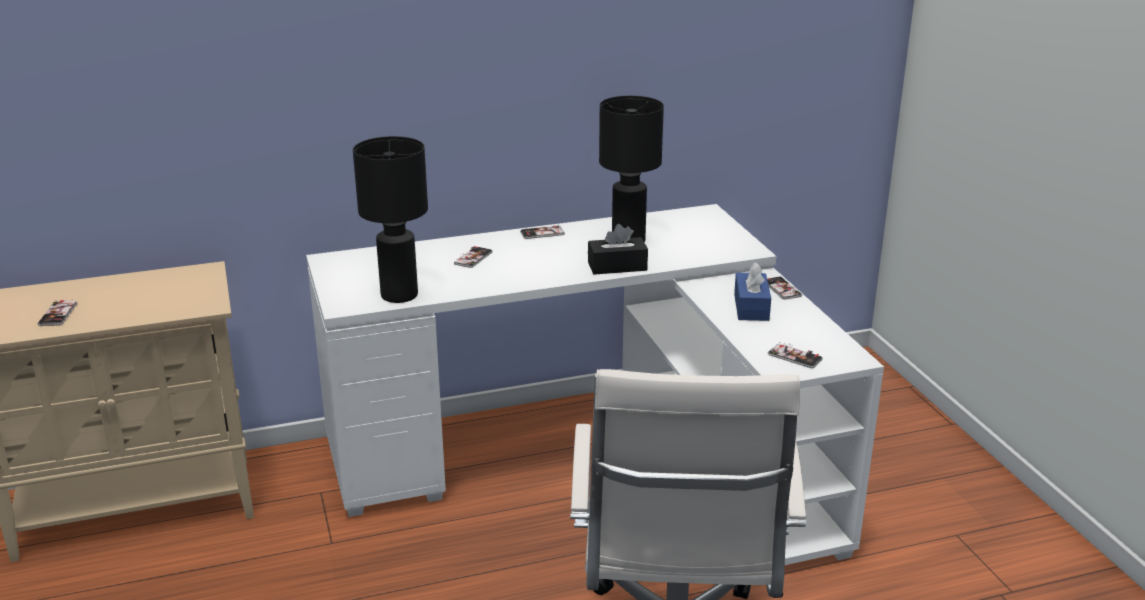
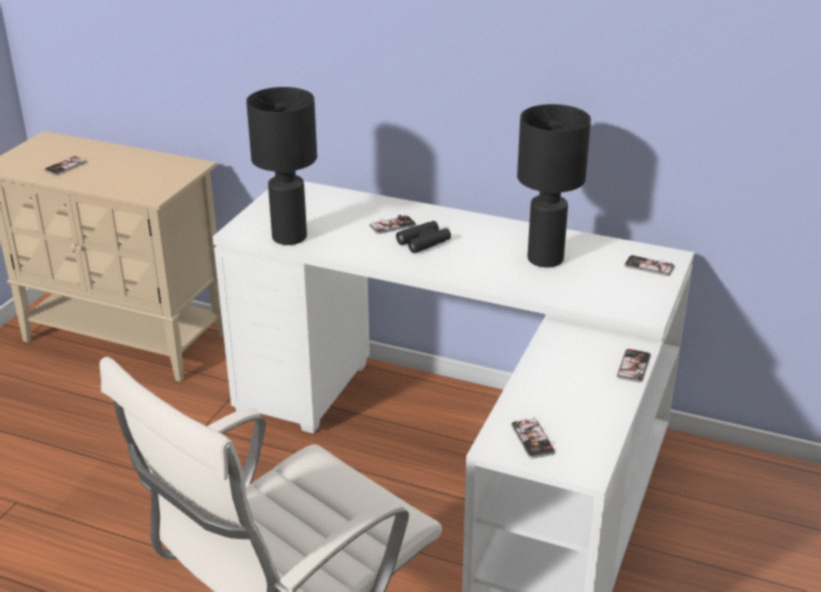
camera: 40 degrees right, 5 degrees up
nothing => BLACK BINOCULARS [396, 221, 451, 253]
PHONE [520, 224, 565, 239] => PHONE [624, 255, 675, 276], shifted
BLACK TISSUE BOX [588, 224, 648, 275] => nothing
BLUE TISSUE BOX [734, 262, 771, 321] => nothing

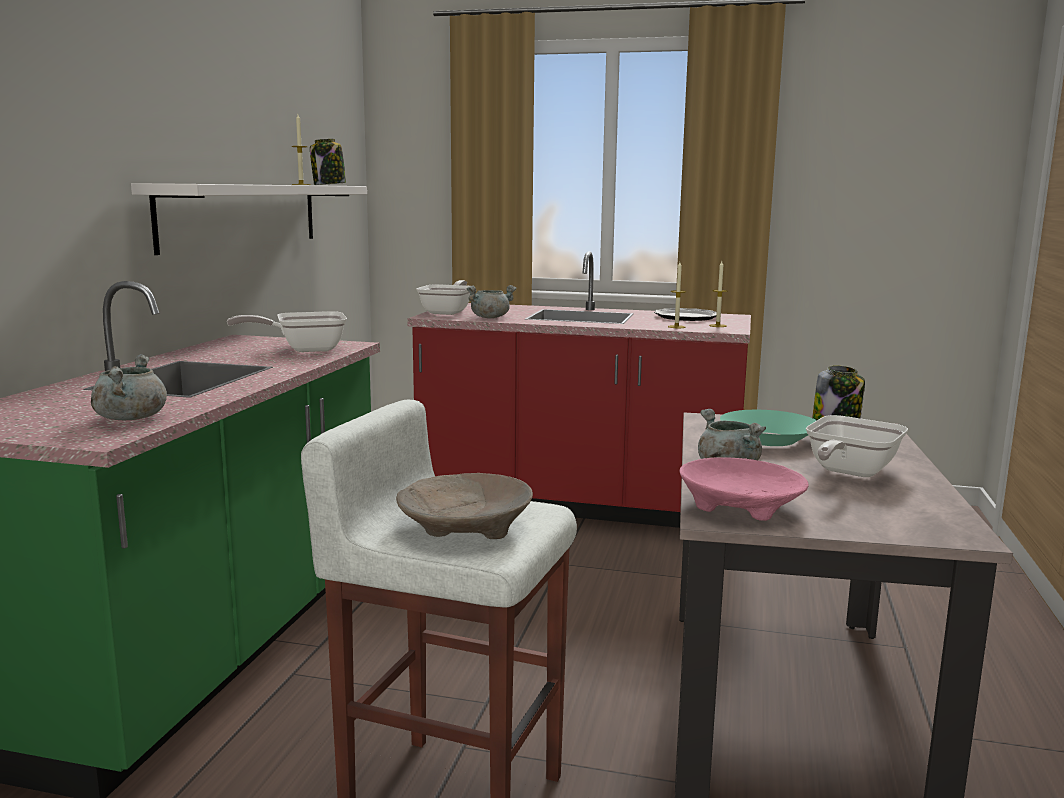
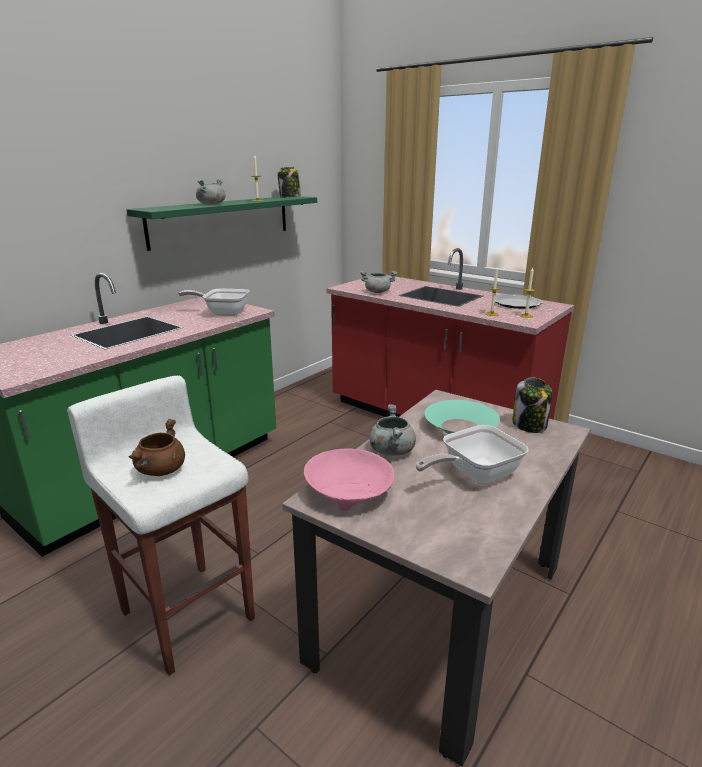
camera: 25 degrees right, 10 degrees up
WHITE SHELF [131, 183, 367, 255] => GREEN SHELF [127, 196, 317, 251]
BEIGE BOWL [396, 473, 533, 539] => BROWN COOKING POT [129, 419, 185, 476]
GREY COOKING POT [91, 354, 167, 420] => GREY COOKING POT [196, 179, 225, 205], shifted
FRYING PAN [416, 280, 470, 315] => nothing

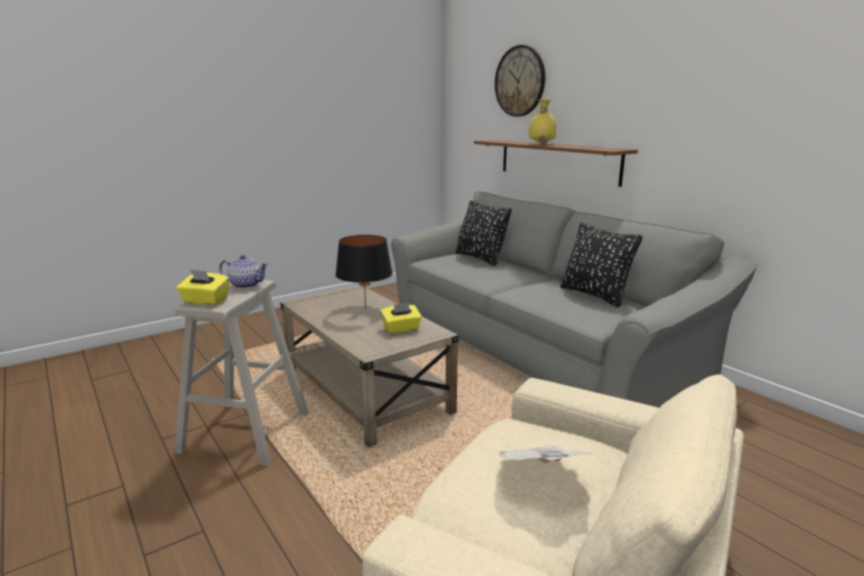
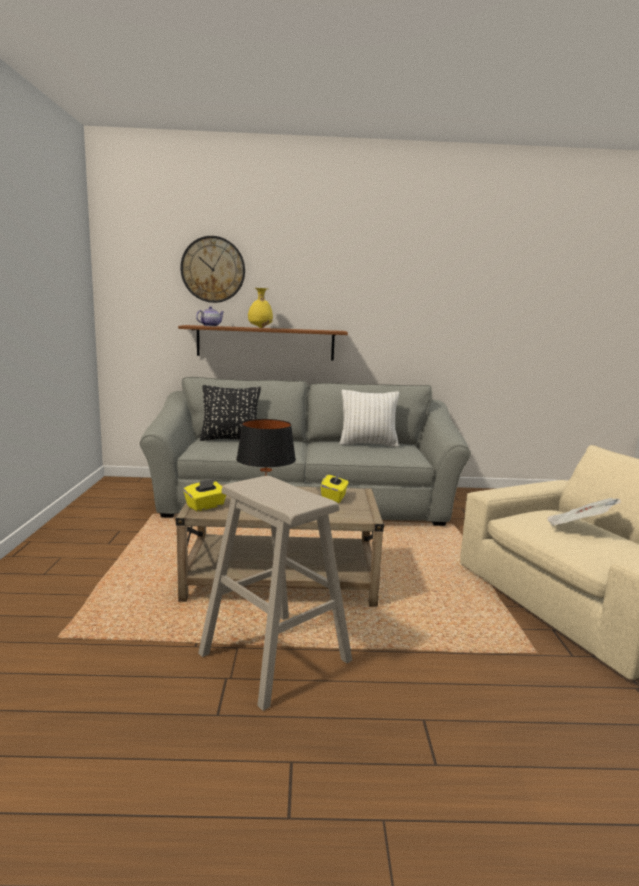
camera: 55 degrees left, 5 degrees down
YELLOW TISSUE BOX [176, 269, 230, 305] => YELLOW TISSUE BOX [183, 478, 226, 511], shifted
TEAPOT [219, 255, 268, 289] => TEAPOT [196, 306, 224, 327], shifted
BLACK PILLOW [560, 223, 643, 308] => WHITE PILLOW [339, 390, 399, 447]

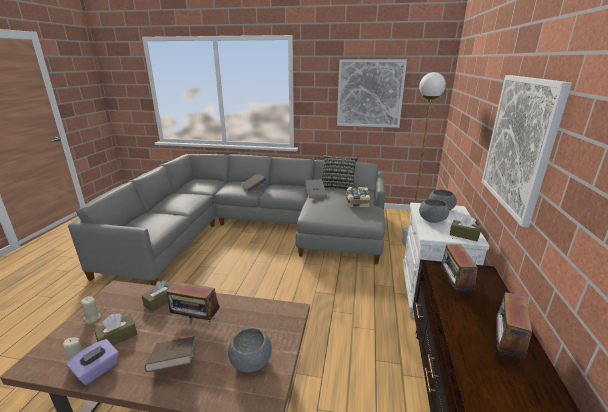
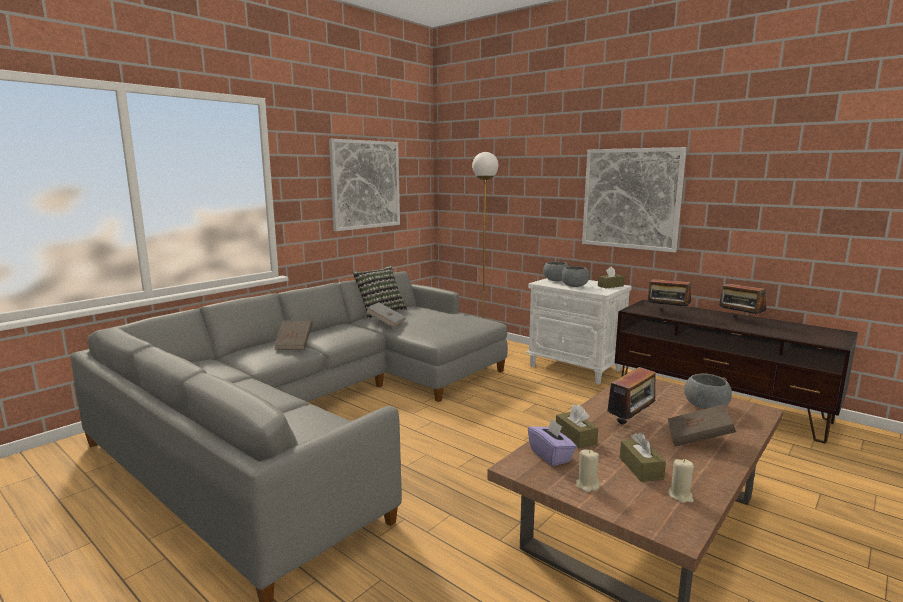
camera: 60 degrees left, 10 degrees down
PURPLE TISSUE BOX [66, 339, 119, 385] => PURPLE TISSUE BOX [528, 418, 577, 466], shifted
BOOK [346, 187, 370, 207] => nothing

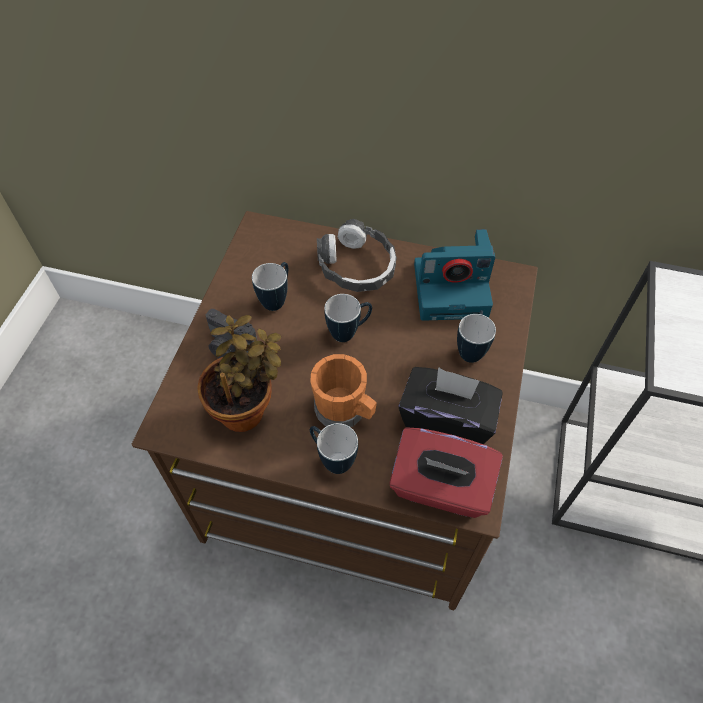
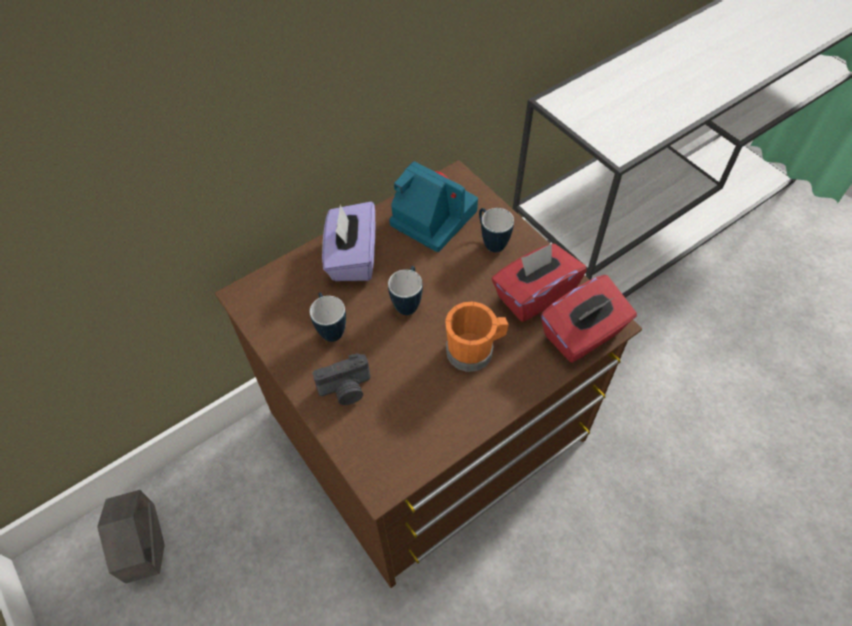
camera: 50 degrees left, 0 degrees up
nothing => GREY PLANTER [97, 490, 165, 584]
HEADPHONES [317, 219, 397, 292] => PURPLE TISSUE BOX [322, 201, 375, 281]
PHOTO CAMERA [414, 229, 495, 321] => PHOTO CAMERA [389, 161, 478, 252], 90 degrees counterclockwise
BLACK TISSUE BOX [398, 367, 503, 444] => RED TISSUE BOX [492, 243, 587, 322]
POTTED PLANT [197, 315, 281, 432] => nothing
MUG [310, 423, 358, 474] => nothing

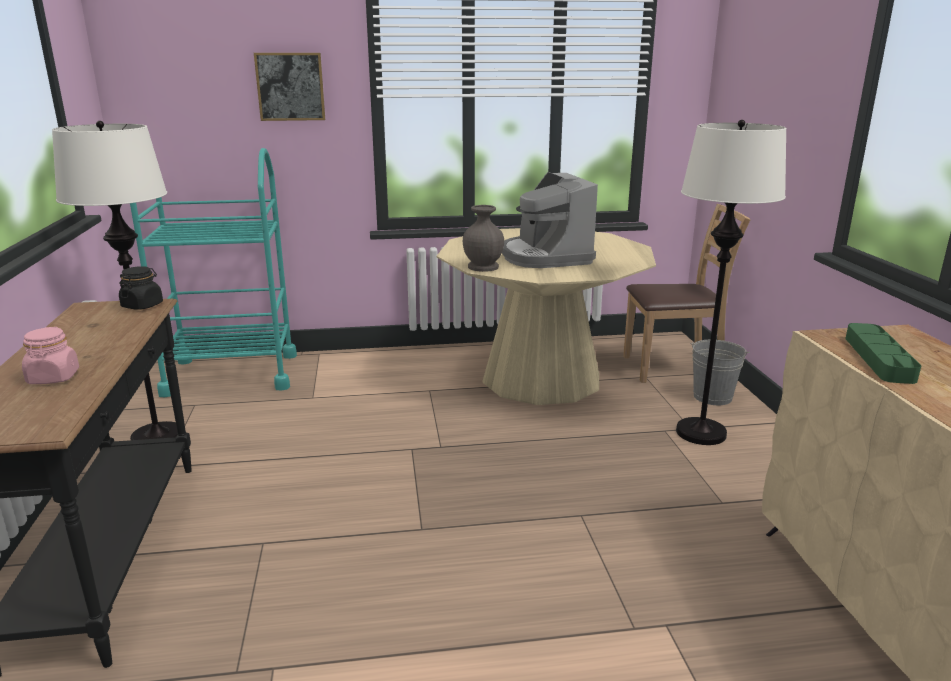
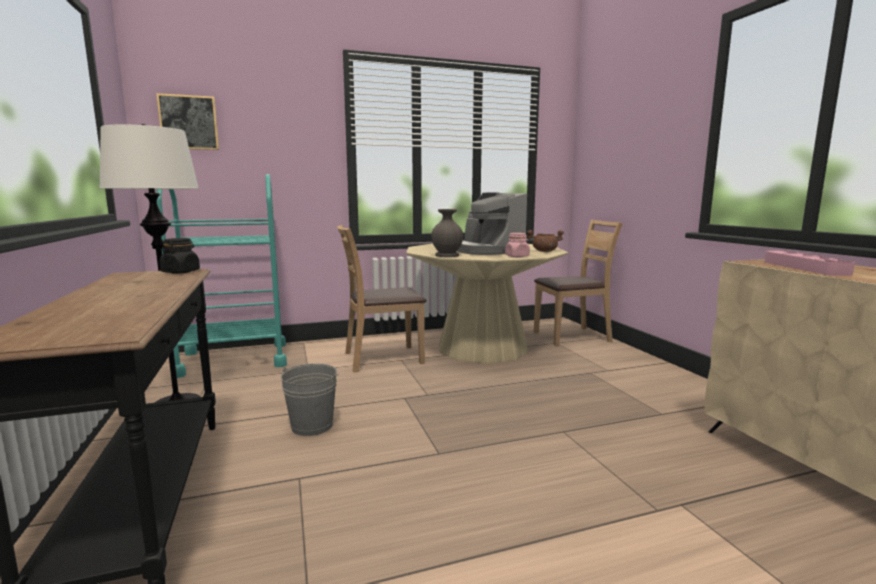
camera: 10 degrees left, 10 degrees down
PICTURE [254, 53, 325, 121] => PICTURE [156, 93, 219, 150], shifted
GREY BUCKET [690, 340, 750, 405] => GREY BUCKET [281, 364, 339, 436], shifted
nothing => BROWN CHAIR [337, 225, 426, 373]
PINK JAR [22, 327, 79, 384] => PINK JAR [505, 233, 530, 257], shifted
nothing => BROWN COOKING POT [527, 230, 564, 252]
GREEN TRAY [845, 323, 921, 384] => PINK TRAY [765, 251, 855, 276]
WHITE FLOOR LAMP [676, 120, 786, 445] => nothing

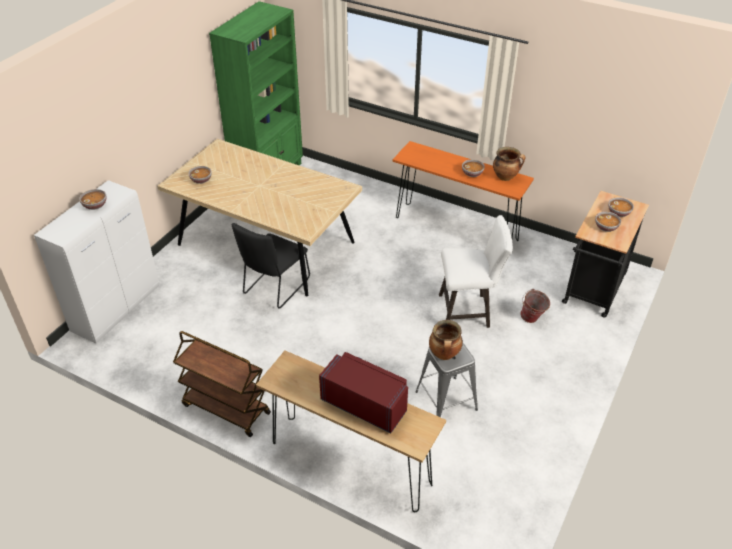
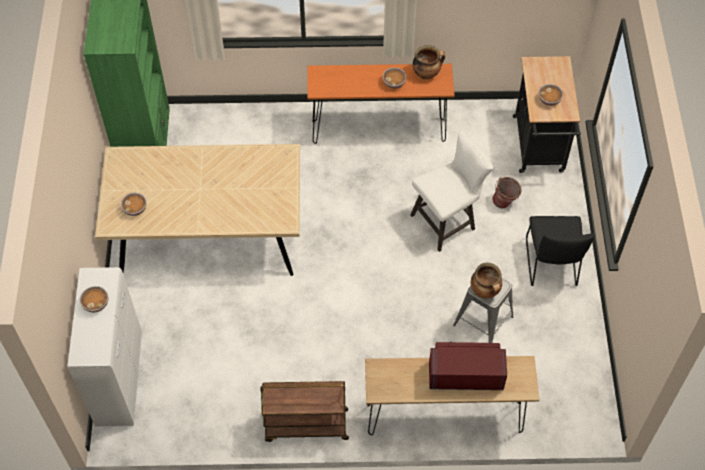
camera: 30 degrees left, 15 degrees up
BLACK CHAIR [232, 223, 310, 308] => BLACK CHAIR [526, 216, 595, 286], shifted
BOWL [608, 197, 634, 217] => nothing

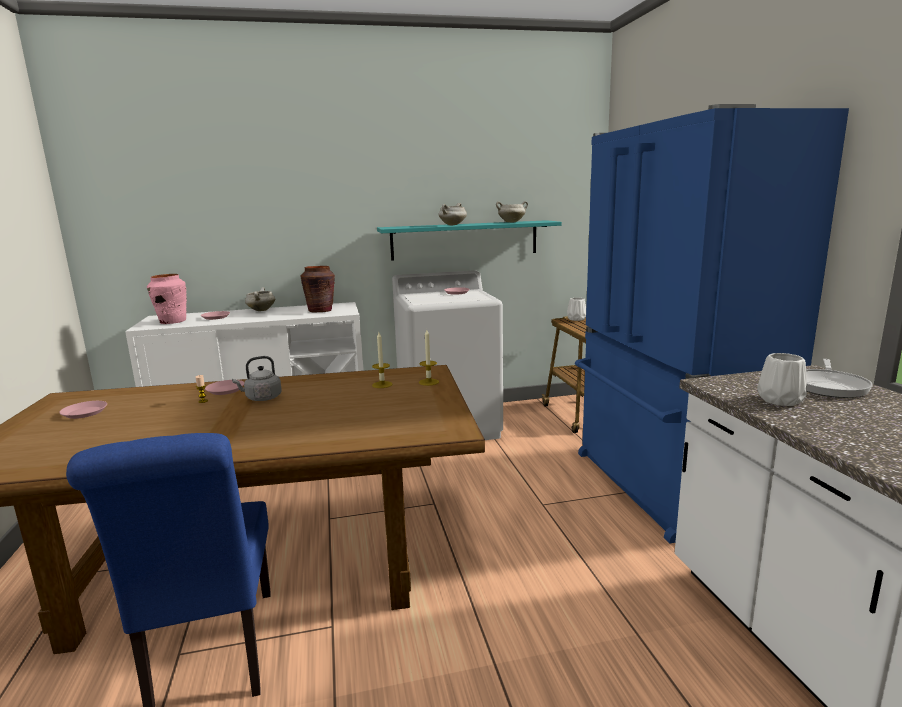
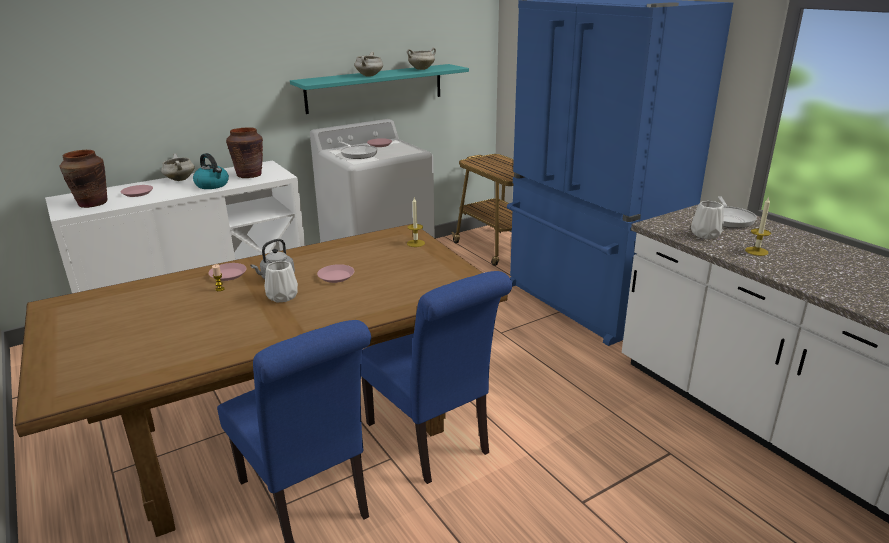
camera: 20 degrees left, 10 degrees up
PINK VASE [147, 274, 187, 324] => BROWN VASE [59, 150, 108, 208]
nothing => KETTLE [193, 153, 229, 189]
WHITE VASE [567, 298, 586, 321] => WHITE VASE [265, 261, 298, 302], shifted
PINK PLATE [59, 401, 107, 419] => PINK PLATE [317, 264, 354, 283], shifted
nothing => FRYING PAN [339, 141, 378, 159]
nothing => BLUE CHAIR [361, 271, 512, 484]
CANDLE [372, 332, 392, 388] => CANDLE [745, 197, 771, 256], shifted

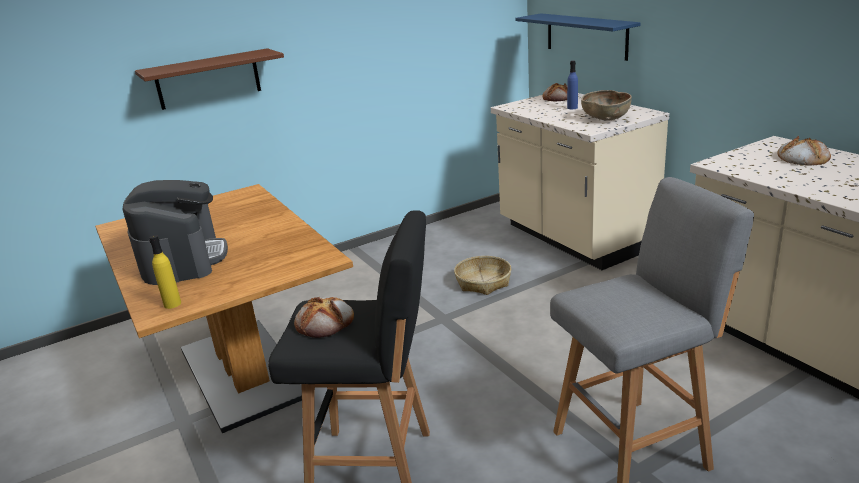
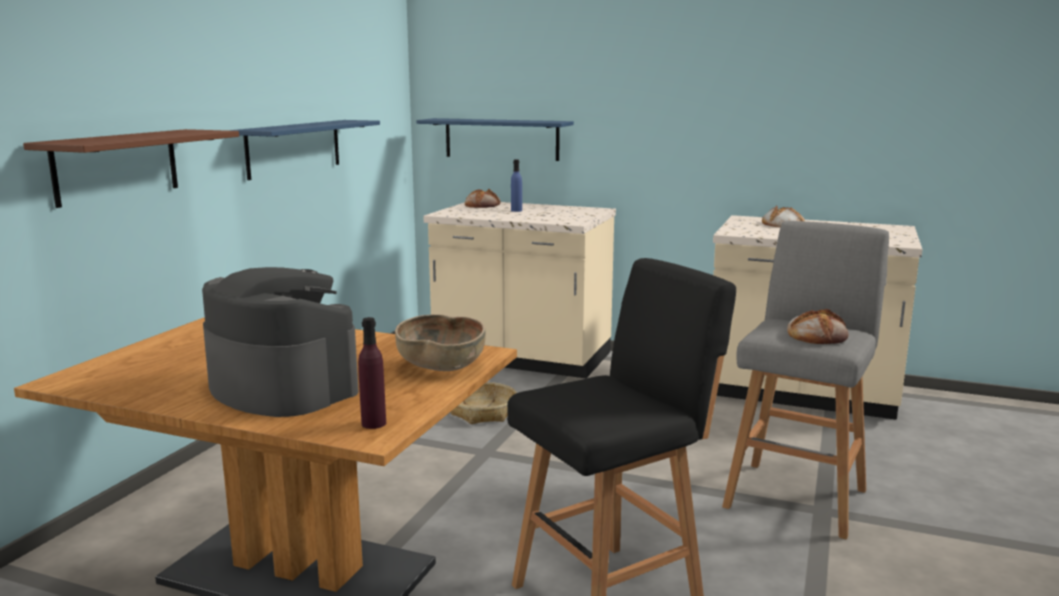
camera: 40 degrees left, 10 degrees down
nothing => BLUE SHELF [230, 120, 380, 180]
YELLOW BOTTLE [149, 235, 181, 309] => PURPLE BOTTLE [358, 317, 386, 429]
BROWN BOWL [581, 90, 632, 121] => BROWN BOWL [395, 314, 486, 371], shifted
BREAD [294, 297, 354, 338] => BREAD [787, 309, 848, 344], shifted

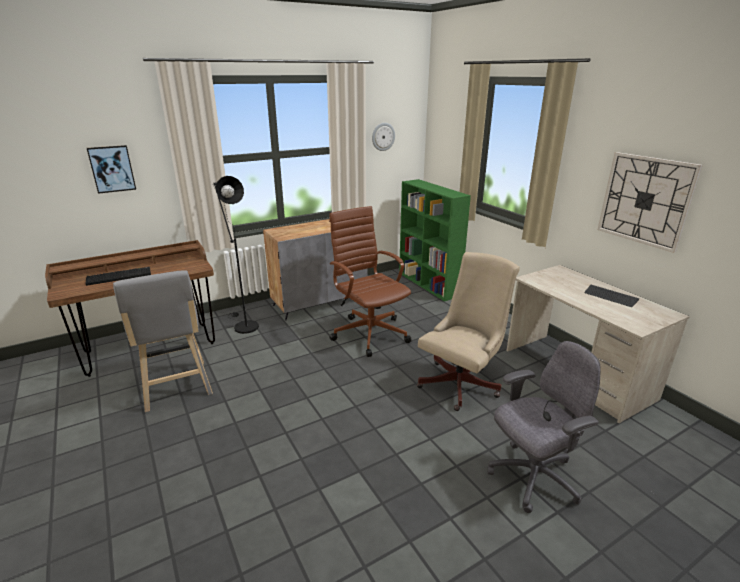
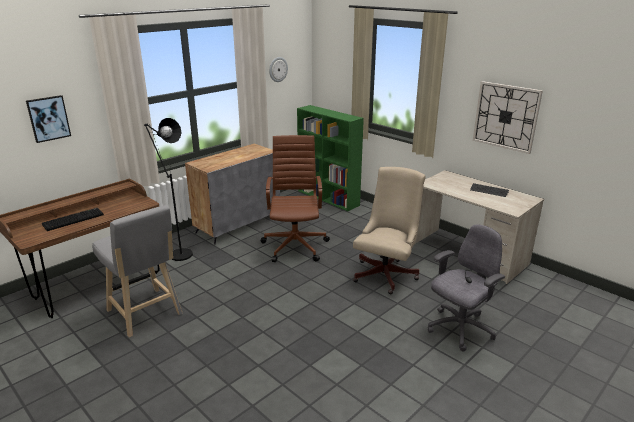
camera: 15 degrees left, 0 degrees up
BROWN OFFICE CHAIR [329, 206, 411, 357] => BROWN OFFICE CHAIR [261, 135, 330, 262], 45 degrees clockwise

